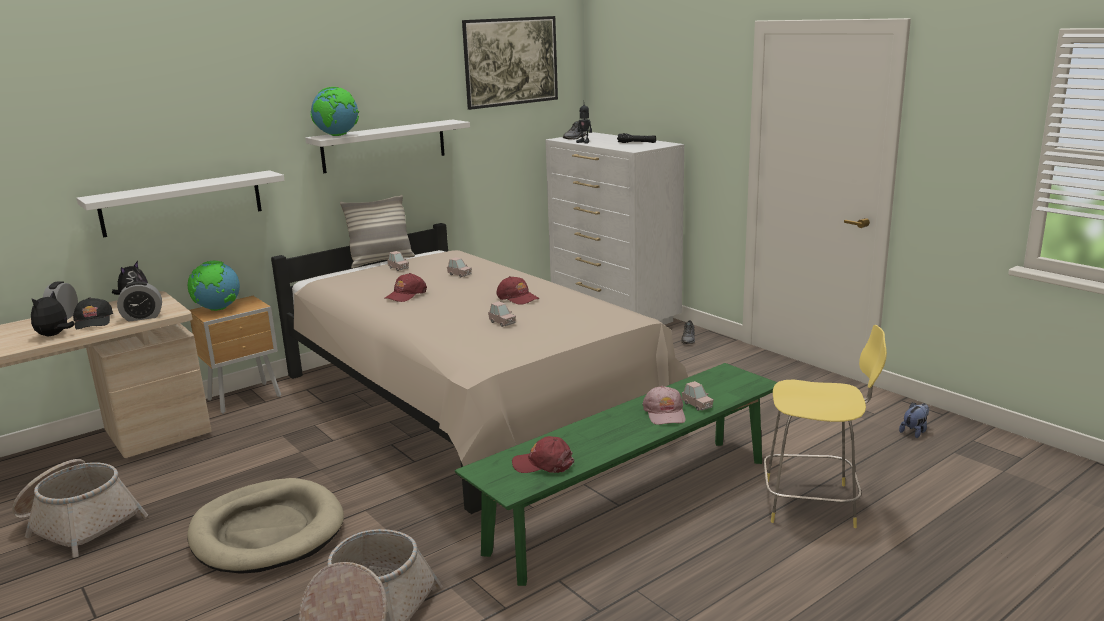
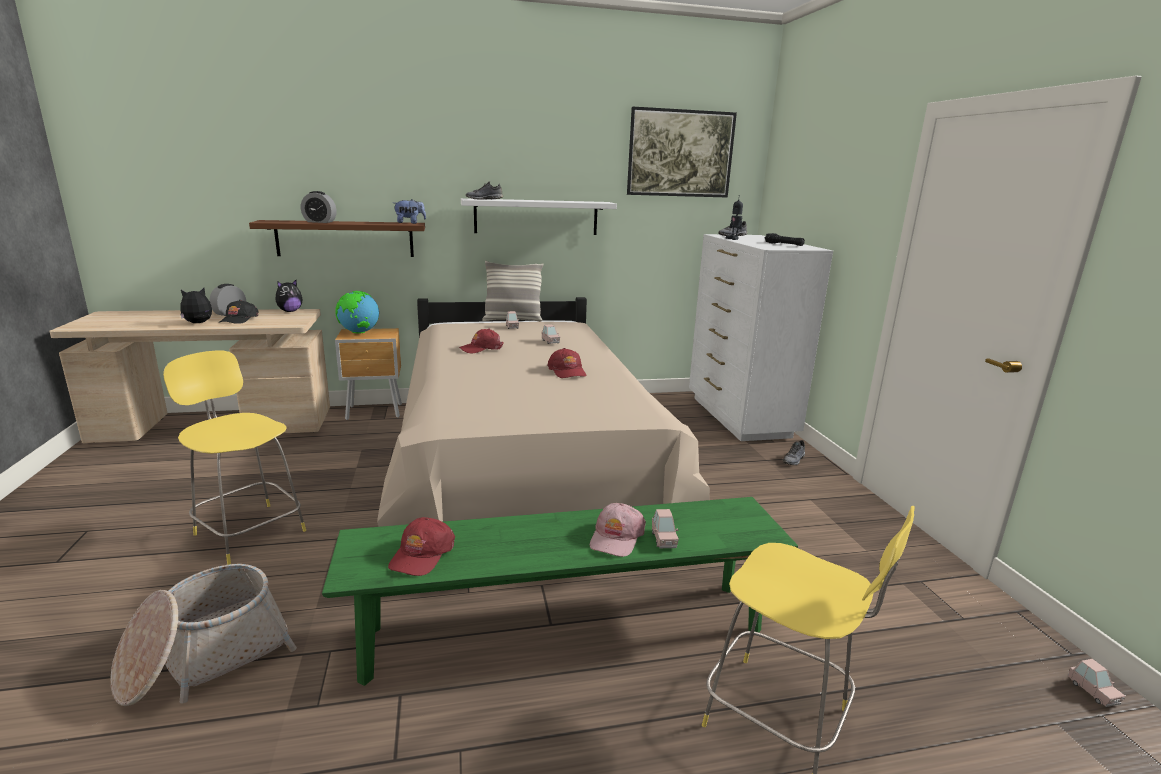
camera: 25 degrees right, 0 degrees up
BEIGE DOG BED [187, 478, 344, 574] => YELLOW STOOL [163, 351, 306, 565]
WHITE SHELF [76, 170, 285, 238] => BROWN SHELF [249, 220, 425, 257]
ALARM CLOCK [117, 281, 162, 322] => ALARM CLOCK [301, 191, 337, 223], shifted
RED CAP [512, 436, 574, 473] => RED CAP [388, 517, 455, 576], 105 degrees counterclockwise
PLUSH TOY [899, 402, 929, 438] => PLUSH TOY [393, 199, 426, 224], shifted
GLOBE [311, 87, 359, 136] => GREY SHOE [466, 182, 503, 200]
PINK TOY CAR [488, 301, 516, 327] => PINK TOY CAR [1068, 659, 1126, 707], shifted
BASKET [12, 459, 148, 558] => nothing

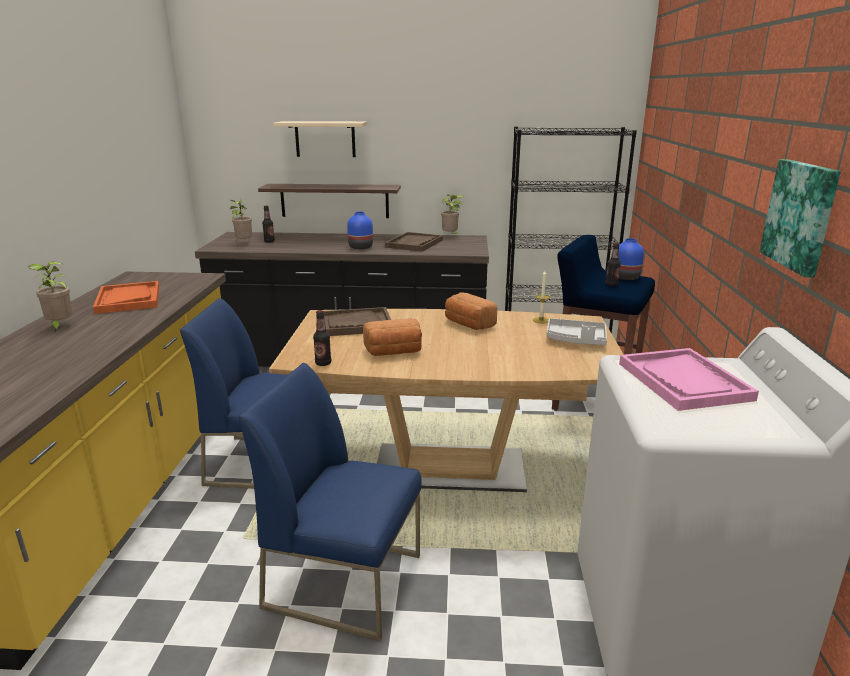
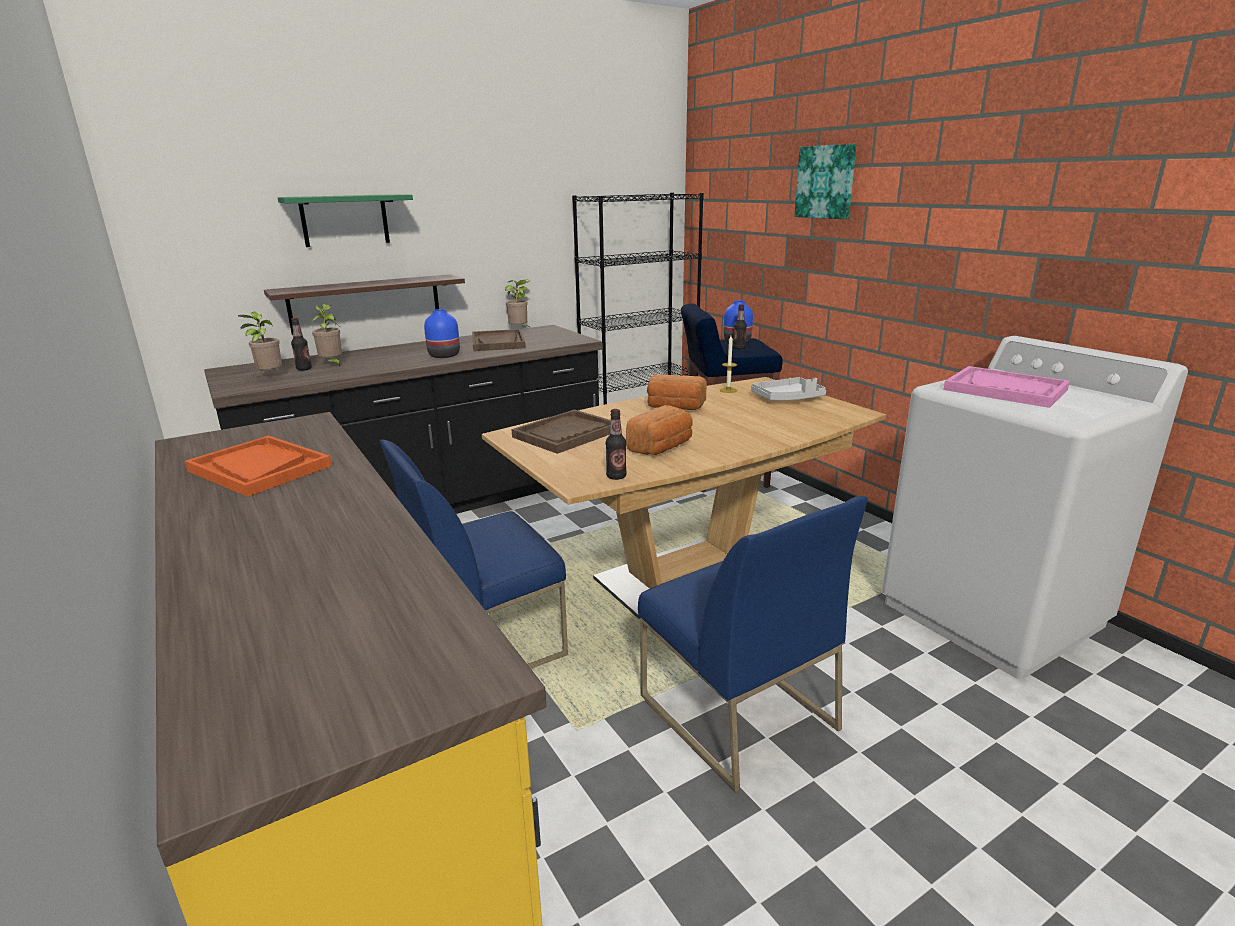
camera: 35 degrees left, 0 degrees up
BEIGE SHELF [273, 121, 367, 157] => GREEN SHELF [278, 194, 413, 247]
POTTED PLANT [28, 261, 73, 333] => POTTED PLANT [311, 304, 342, 367], shifted
BLUE CHAIR [238, 363, 422, 641] => BLUE CHAIR [638, 496, 868, 792], 105 degrees counterclockwise
PICTURE [759, 159, 841, 277] => PICTURE [794, 144, 856, 219], shifted

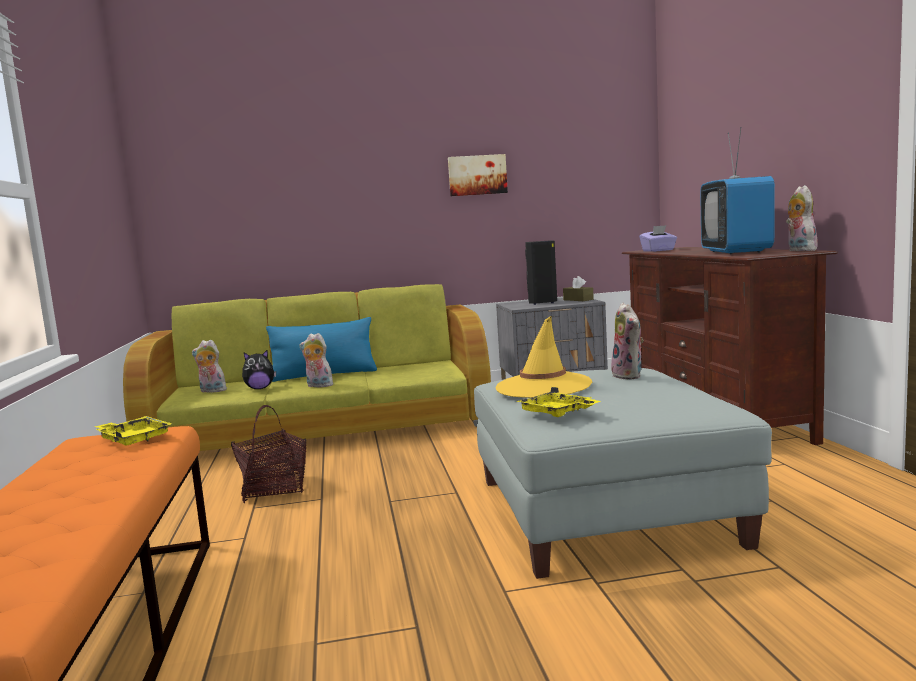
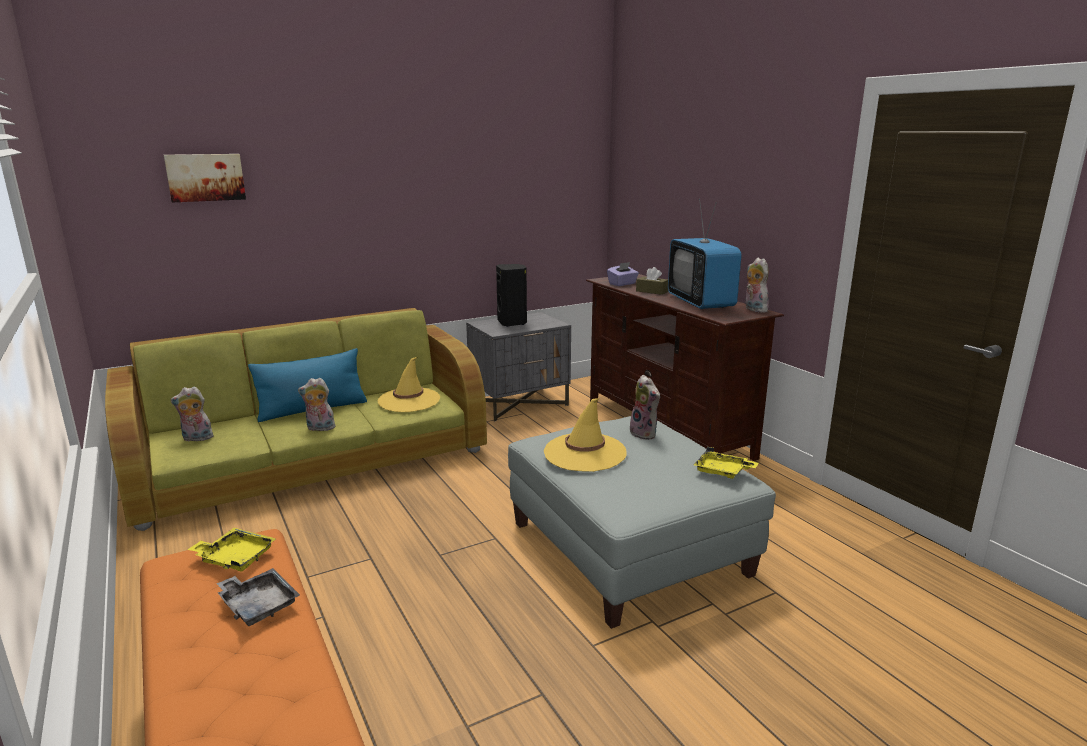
camera: 20 degrees left, 10 degrees up
PICTURE [448, 154, 508, 196] => PICTURE [164, 154, 246, 203], shifted
nothing => GREY TRAY [216, 568, 300, 626]
nothing => YELLOW HAT [377, 357, 440, 412]
BROWN TISSUE BOX [563, 276, 594, 301] => BROWN TISSUE BOX [636, 267, 668, 295], shifted
YELLOW TRAY [516, 387, 601, 417] => YELLOW TRAY [693, 447, 759, 479], shifted
BASKET [231, 405, 306, 503] => nothing
PLUSH TOY [242, 350, 276, 389] => nothing

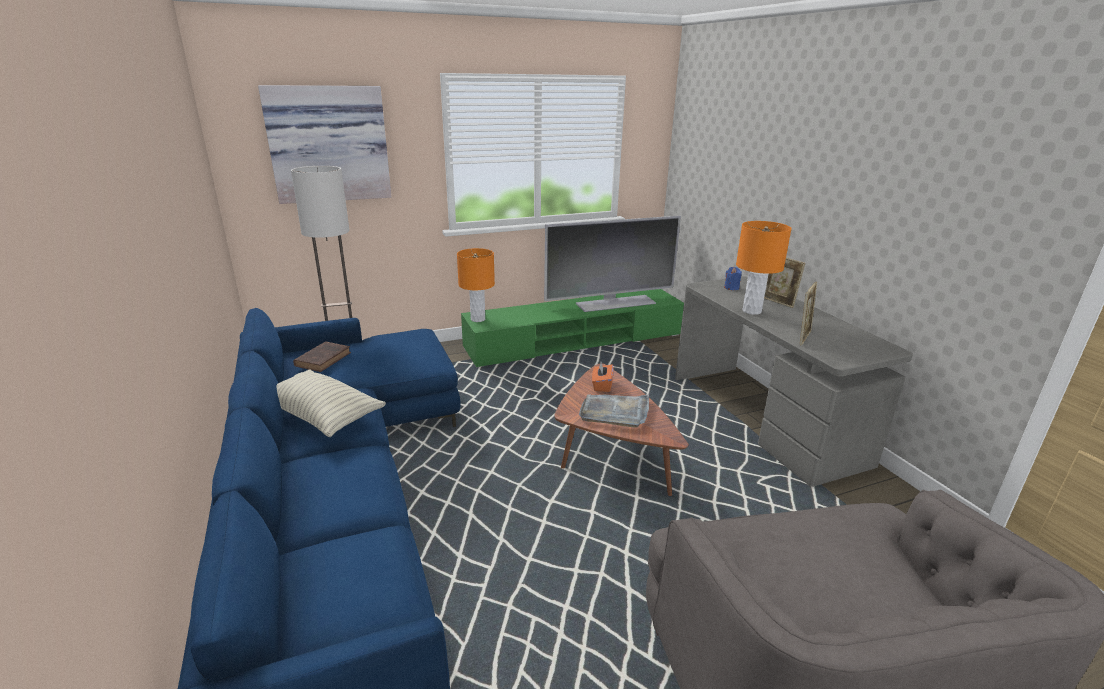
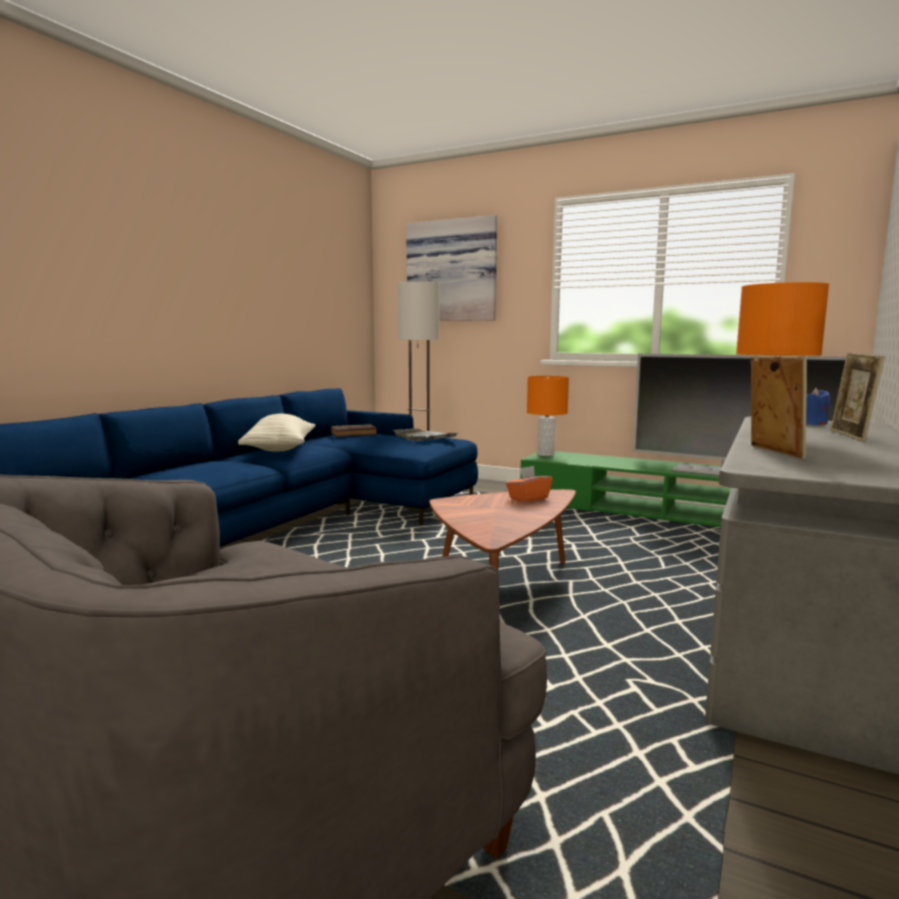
camera: 50 degrees right, 15 degrees down
GREY TRAY [579, 394, 649, 427] => GREY TRAY [393, 428, 459, 441], shifted
PICTURE FRAME [800, 282, 817, 346] => PICTURE FRAME [751, 356, 807, 459], 90 degrees counterclockwise

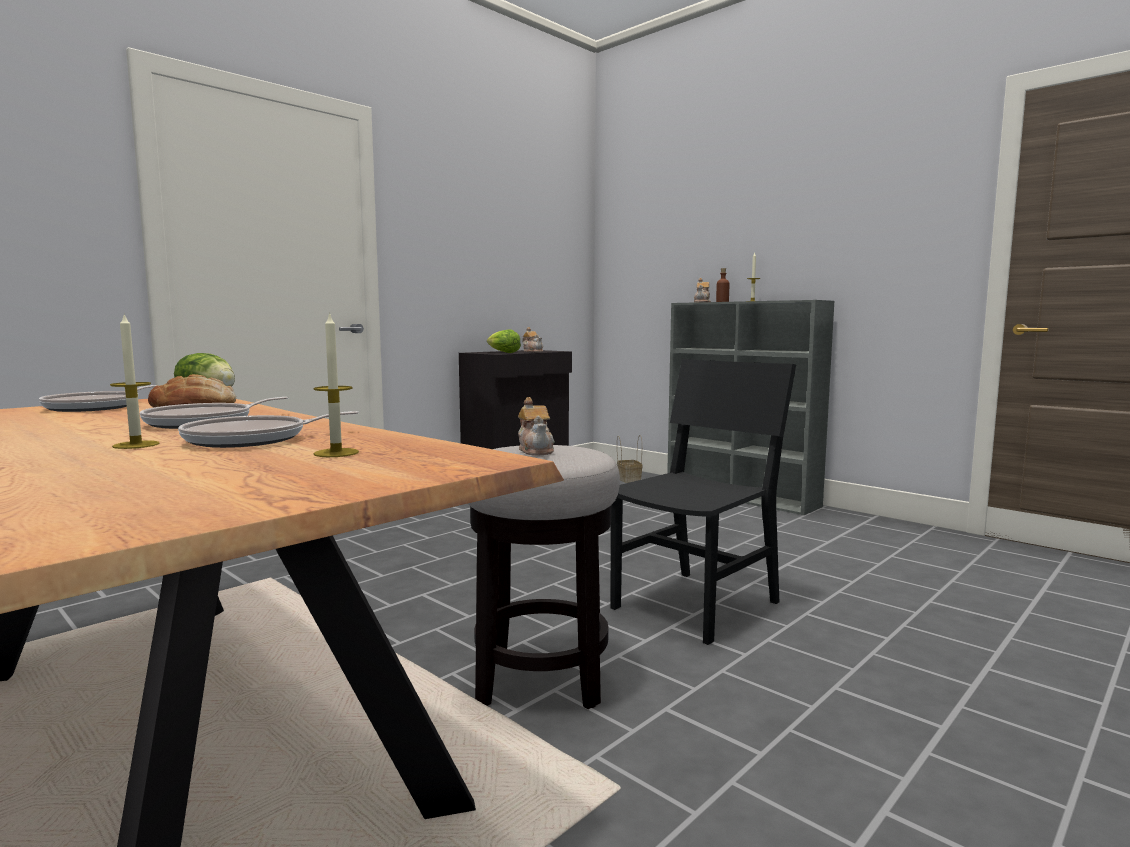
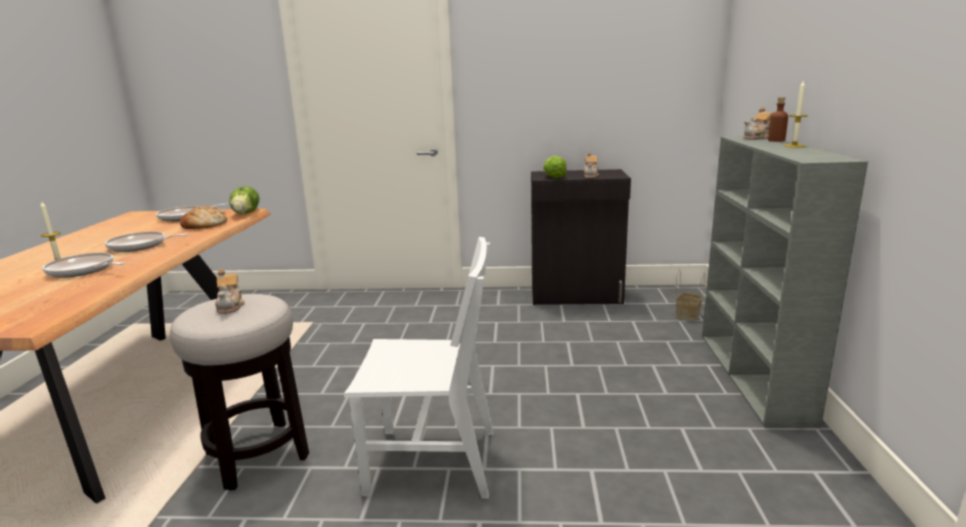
camera: 50 degrees right, 10 degrees up
TEAPOT [518, 397, 555, 456] => TEAPOT [215, 269, 245, 314], 45 degrees counterclockwise
BLACK CHAIR [610, 359, 796, 645] => WHITE CHAIR [344, 237, 493, 498]
CANDLE [314, 312, 359, 457] => nothing

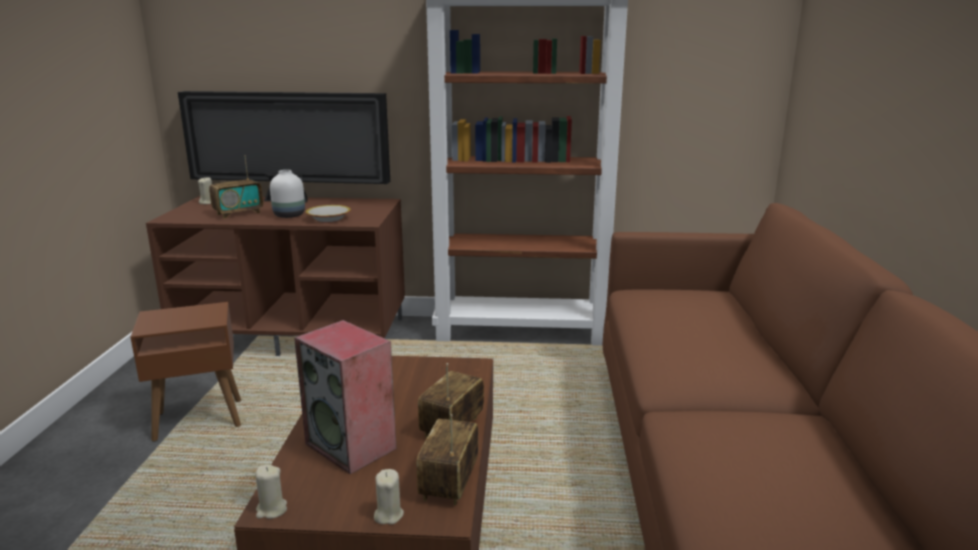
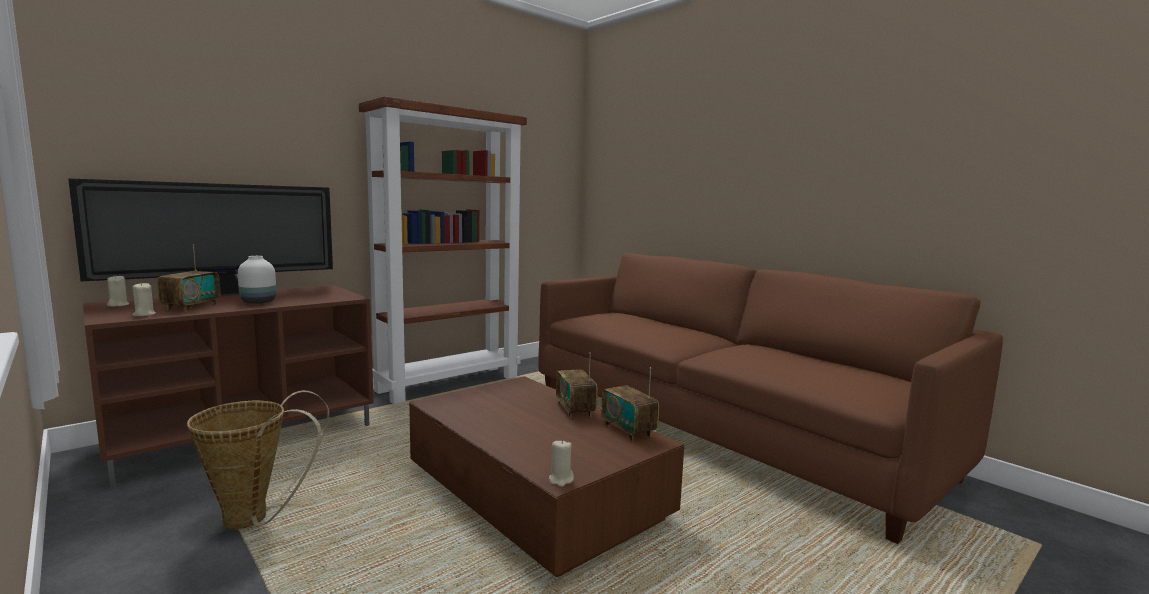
camera: 45 degrees left, 10 degrees down
BEIGE CANDLE [374, 469, 404, 525] => BEIGE CANDLE [132, 282, 156, 316], shifted
BROWN SIDE TABLE [131, 302, 241, 442] => BASKET [187, 390, 329, 530]
SPEAKER [294, 320, 396, 474] => nothing
BOWL [305, 205, 351, 223] => nothing

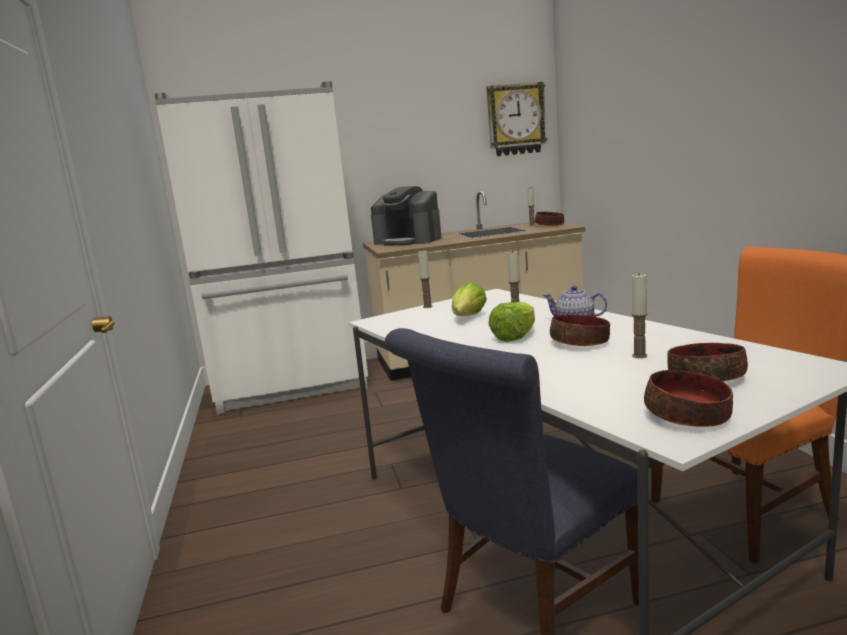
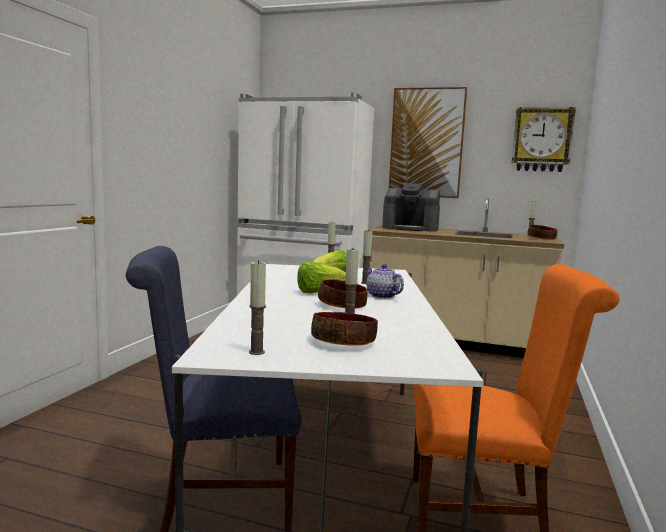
camera: 30 degrees right, 5 degrees down
BOWL [644, 370, 733, 427] => CANDLE [249, 260, 266, 355]
COFFEE MACHINE [371, 186, 442, 245] => COFFEE MACHINE [382, 183, 440, 232], 45 degrees counterclockwise
nothing => PICTURE [389, 87, 467, 198]

